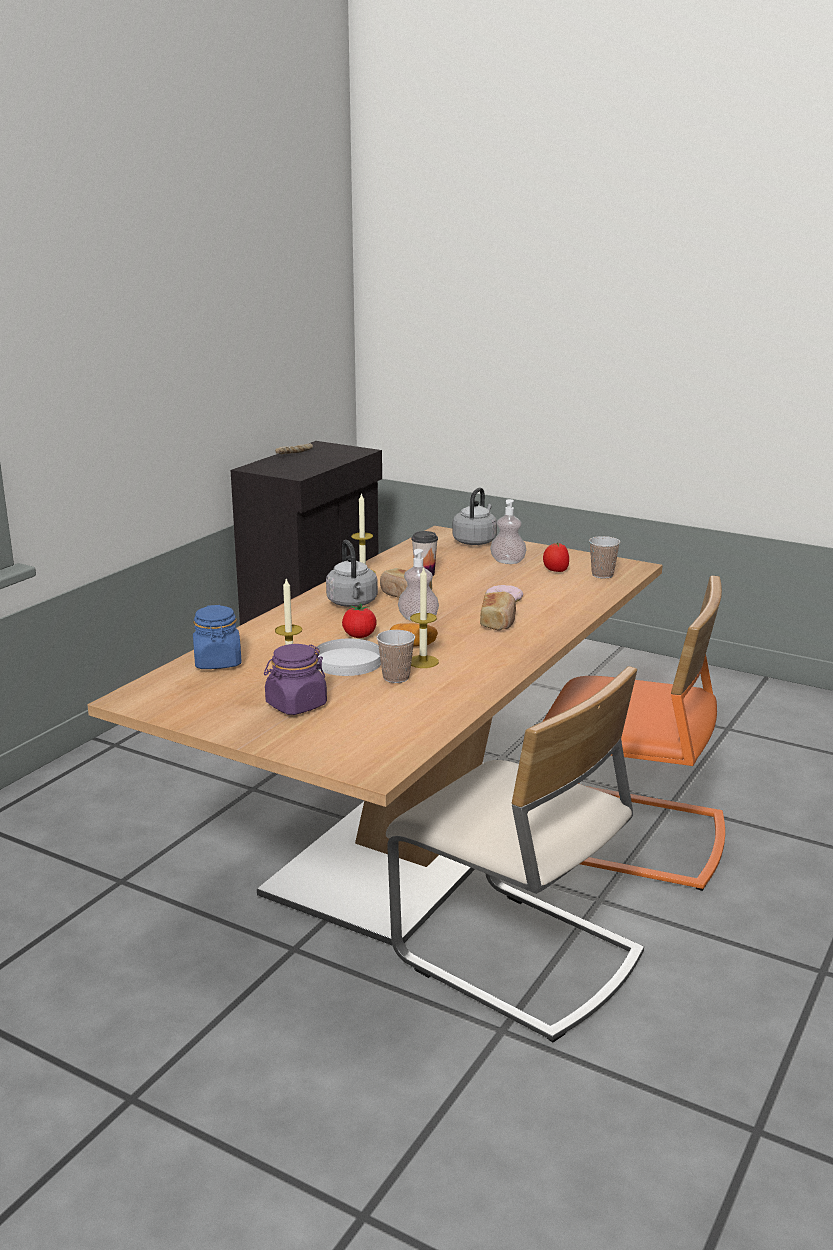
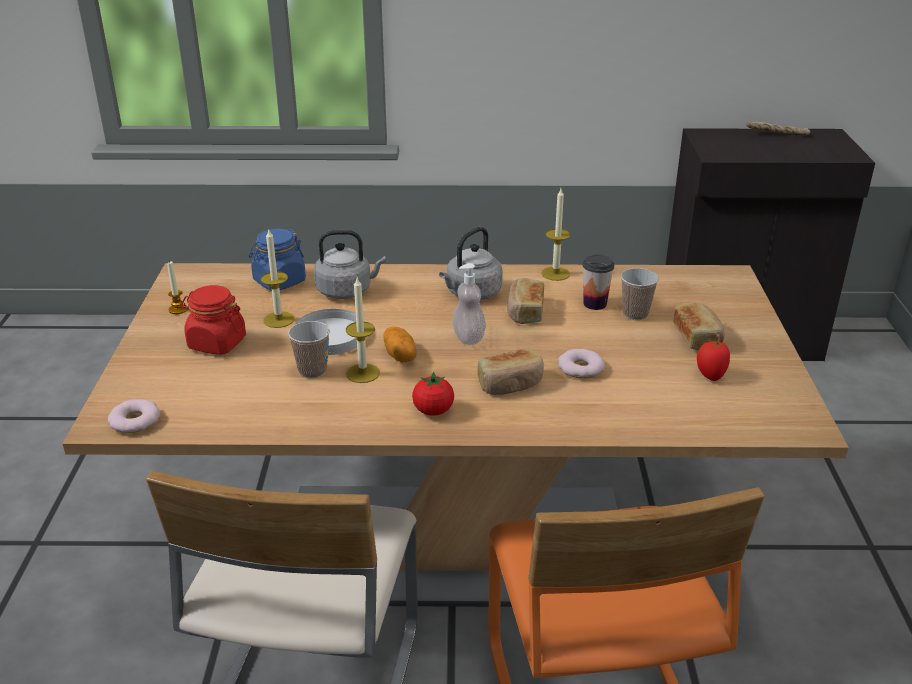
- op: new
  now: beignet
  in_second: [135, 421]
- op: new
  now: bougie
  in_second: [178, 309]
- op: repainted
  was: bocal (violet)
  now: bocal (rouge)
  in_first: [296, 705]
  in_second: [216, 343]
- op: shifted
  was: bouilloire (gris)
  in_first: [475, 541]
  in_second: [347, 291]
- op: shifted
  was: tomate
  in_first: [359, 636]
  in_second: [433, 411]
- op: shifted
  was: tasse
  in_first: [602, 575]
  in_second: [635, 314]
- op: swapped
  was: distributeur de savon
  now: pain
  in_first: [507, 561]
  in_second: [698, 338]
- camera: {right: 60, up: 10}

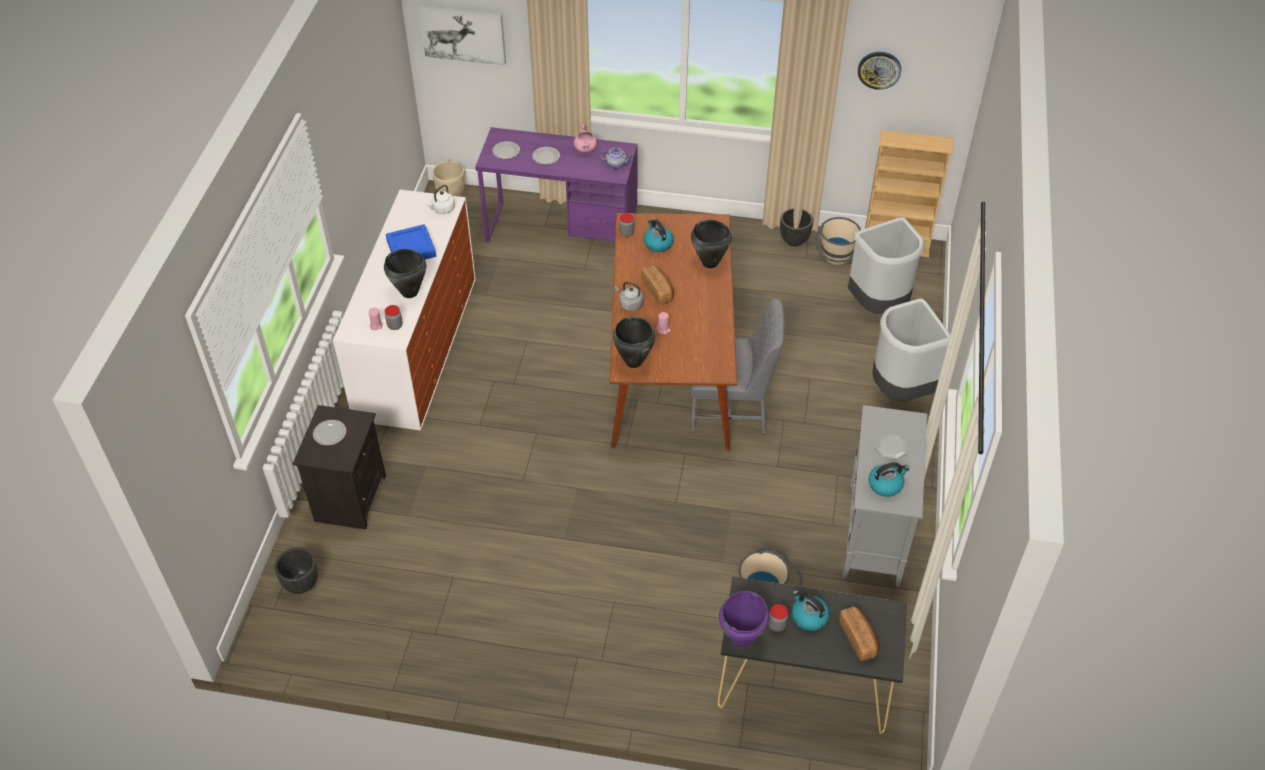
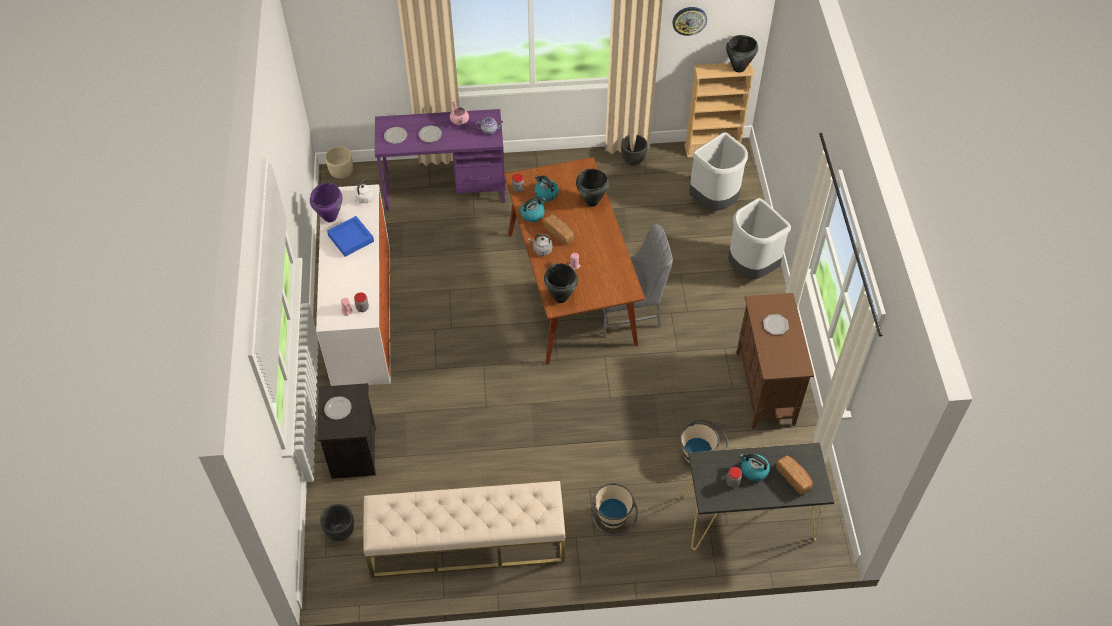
- op: shifted
  was: marmite (violet)
  in_first: [741, 639]
  in_second: [330, 217]
- op: new
  now: banc (beige)
  in_second: [466, 542]
- op: shifted
  was: bouilloire
  in_first: [885, 485]
  in_second: [532, 214]
- op: shifted
  was: seau (beige)
  in_first: [836, 259]
  in_second: [613, 522]
- op: shifted
  was: marmite (noir)
  in_first: [409, 293]
  in_second: [739, 68]
- op: repainted
  was: meuble de rangement (gris)
  now: meuble de rangement (marron)
  in_first: [874, 534]
  in_second: [765, 389]
- op: gone
  was: tableau
  in_first: [463, 33]
- camera: {right: -15, up: 5}

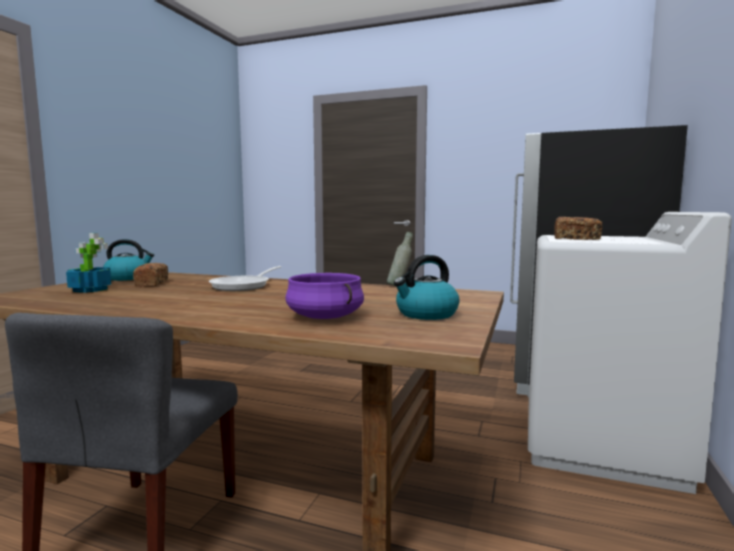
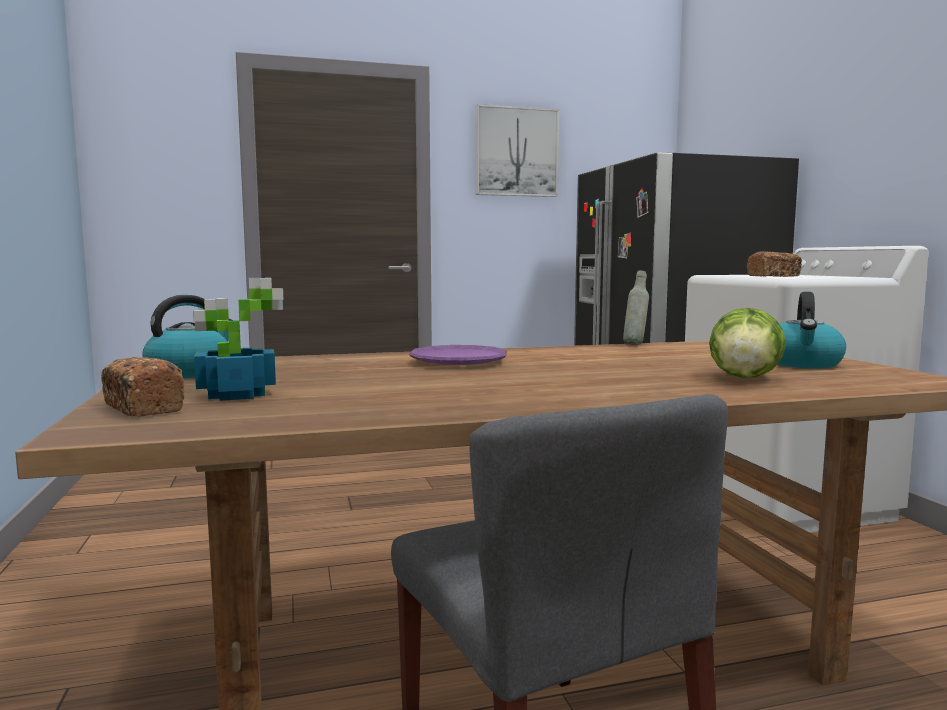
- op: shifted
  was: pain
  in_first: [152, 283]
  in_second: [143, 407]
- op: swapped
  was: poêle
  now: assiette (violet)
  in_first: [244, 286]
  in_second: [458, 362]
- op: new
  now: tableau
  in_second: [516, 152]
- op: swapped
  was: marmite (violet)
  now: laitue
  in_first: [326, 317]
  in_second: [744, 378]
- camera: {right: -35, up: 0}

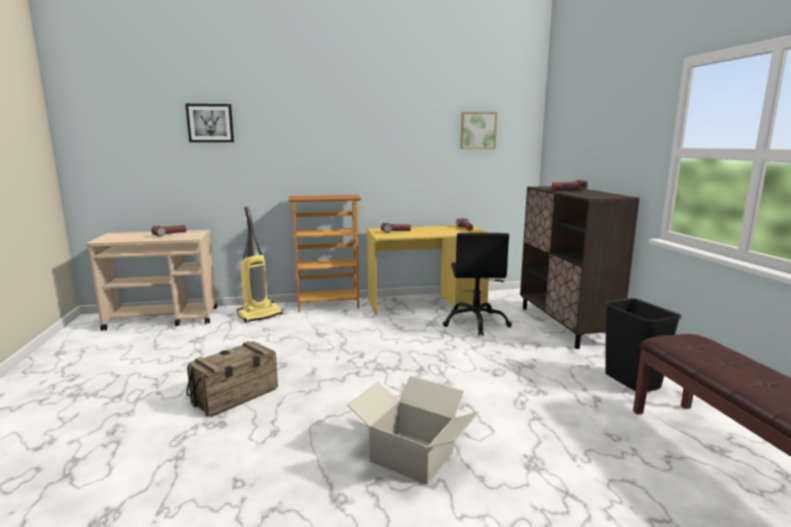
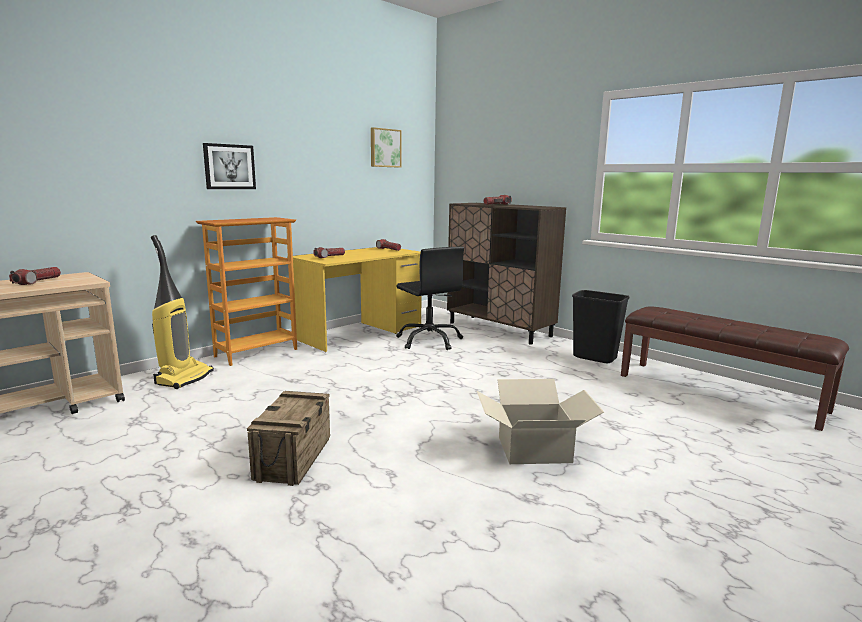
- op: shifted
  was: tableau
  in_first: [210, 123]
  in_second: [229, 167]
- camera: {right: -35, up: 0}

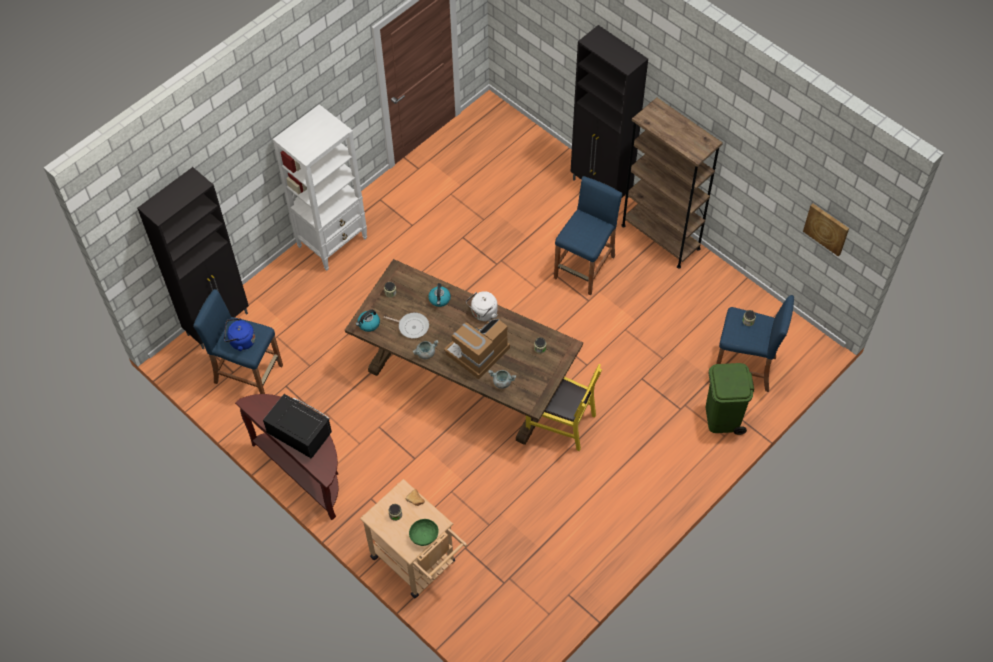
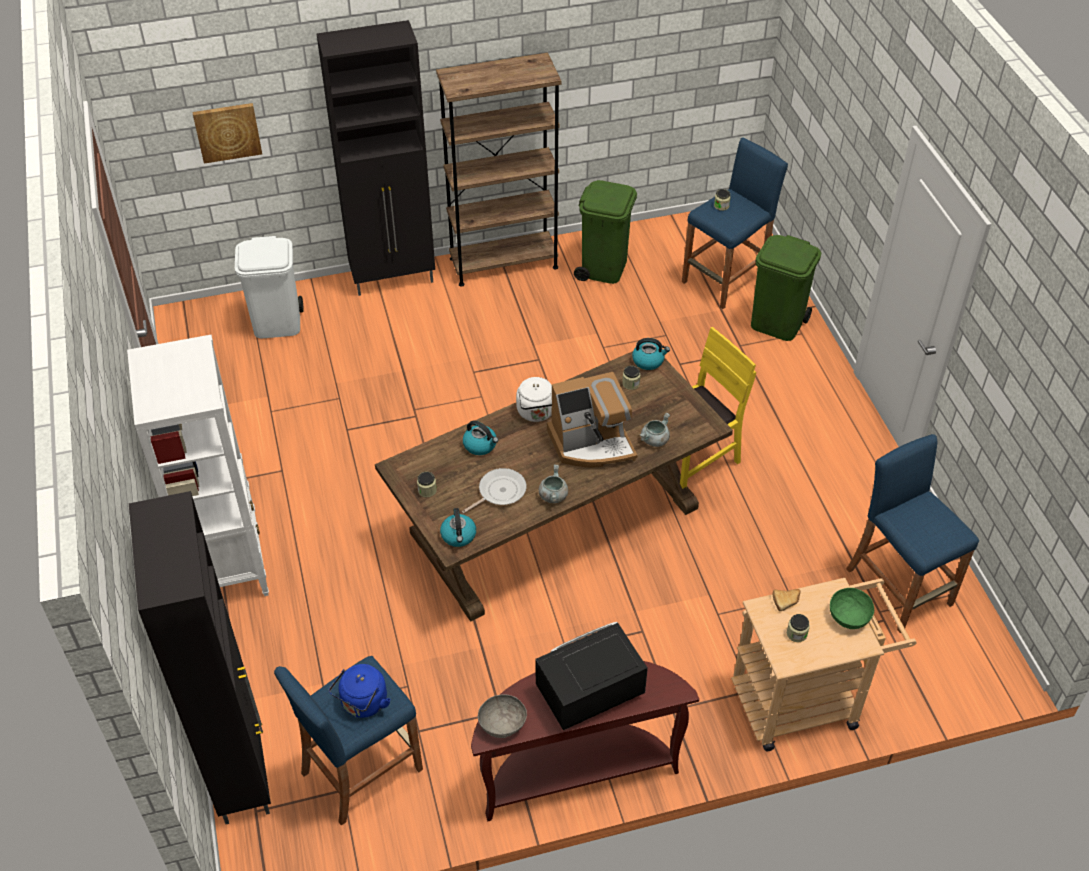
- op: shifted
  was: tableau
  in_first: [826, 228]
  in_second: [227, 132]
- op: new
  now: poubelle (blanc)
  in_second: [278, 324]
- op: new
  now: bol (gris)
  in_second: [502, 723]
- op: rotated
  was: machine à café
  in_first: [477, 352]
  in_second: [592, 444]
  clockwise: -90
- op: new
  now: poubelle (vert)
  in_second: [604, 267]
- op: new
  now: bouilloire
  in_second: [648, 361]
- op: shifted
  was: tabouret (bleu)
  in_first: [585, 267]
  in_second: [899, 587]
- camera: {right: -60, up: -10}

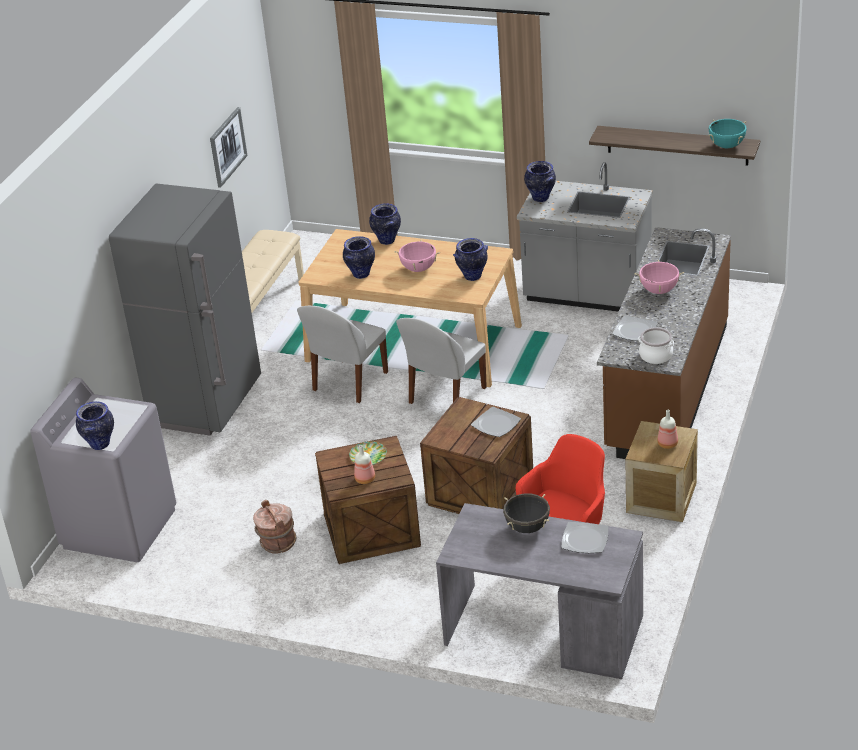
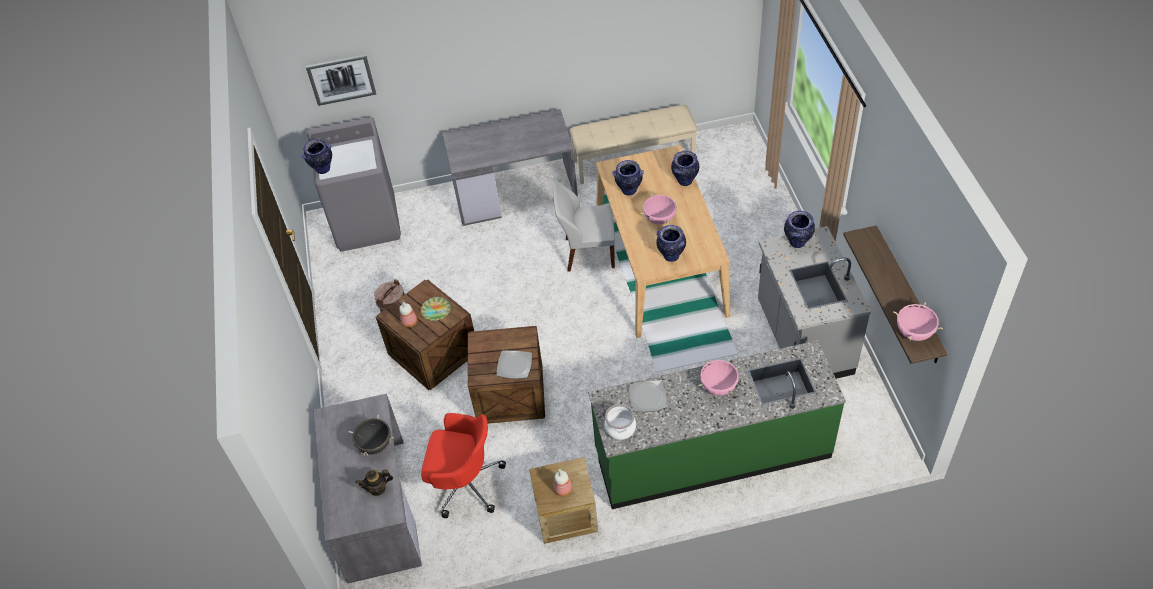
- op: shifted
  was: tableau
  in_first: [227, 146]
  in_second: [341, 79]
- op: swapped
  was: assiette
  now: théière
  in_first: [585, 539]
  in_second: [377, 488]
- op: swapped
  was: réfrigérateur (gris)
  now: bureau (gris)
  in_first: [207, 404]
  in_second: [515, 192]
- op: repainted
  was: comptoir de cuisine (marron)
  now: comptoir de cuisine (vert)
  in_first: [666, 387]
  in_second: [712, 453]
- op: repainted
  was: marmite (turquoise)
  now: marmite (rose)
  in_first: [726, 146]
  in_second: [914, 333]
- op: gone
  was: chaise (blanc)
  in_first: [446, 397]
- camera: {right: 60, up: 15}

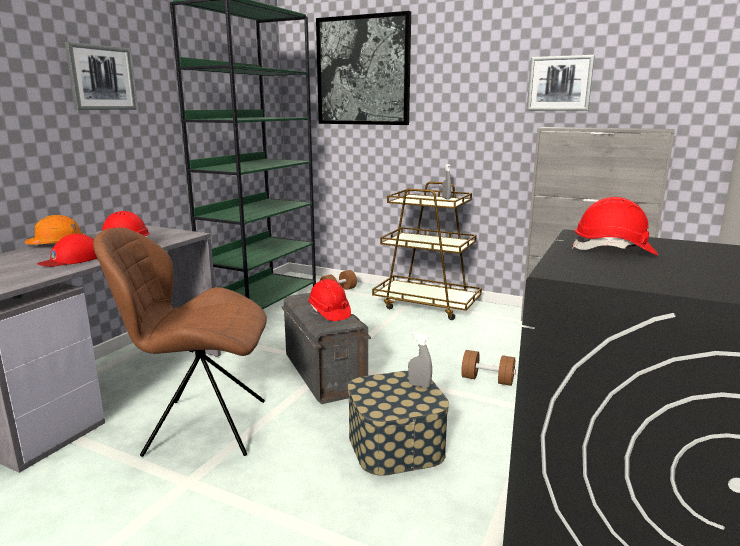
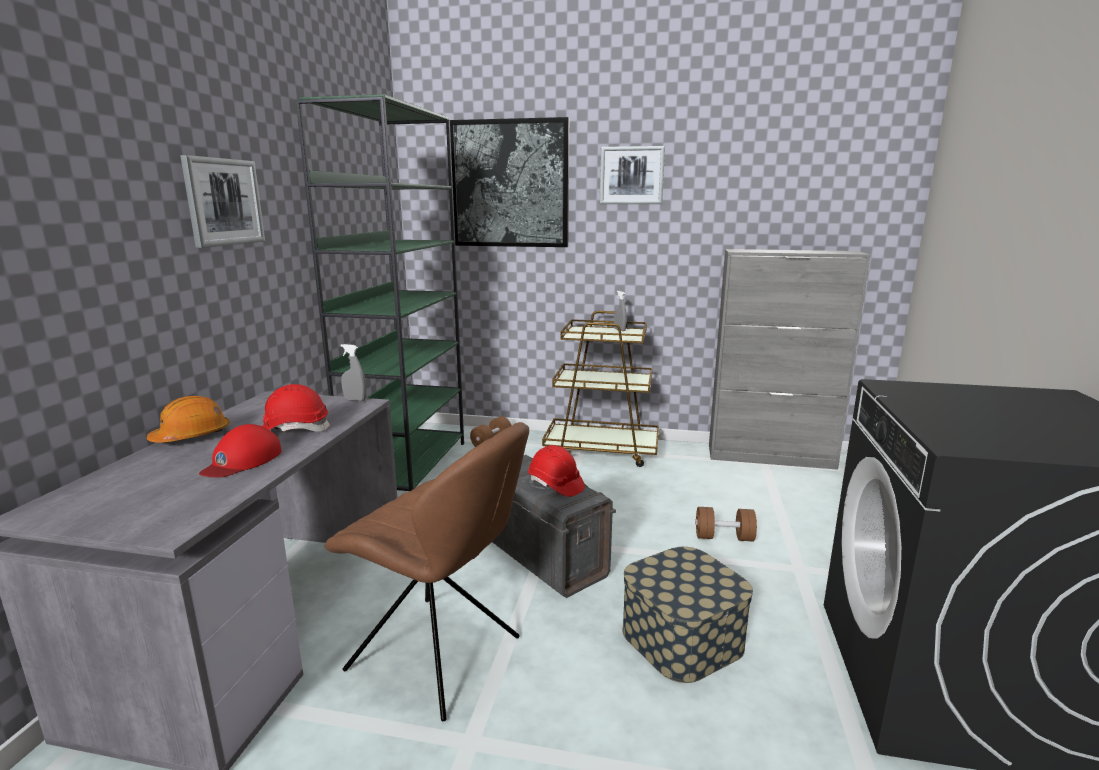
- op: rotated
  was: chaise (marron)
  in_first: [202, 427]
  in_second: [439, 656]
  clockwise: -135
- op: shifted
  was: vaporisateur (gris)
  in_first: [419, 385]
  in_second: [355, 400]
- op: shifted
  was: tableau
  in_first: [559, 83]
  in_second: [631, 175]
- op: gone
  was: casque de chantier (rouge)
  in_first: [614, 250]
- camera: {right: -15, up: 0}

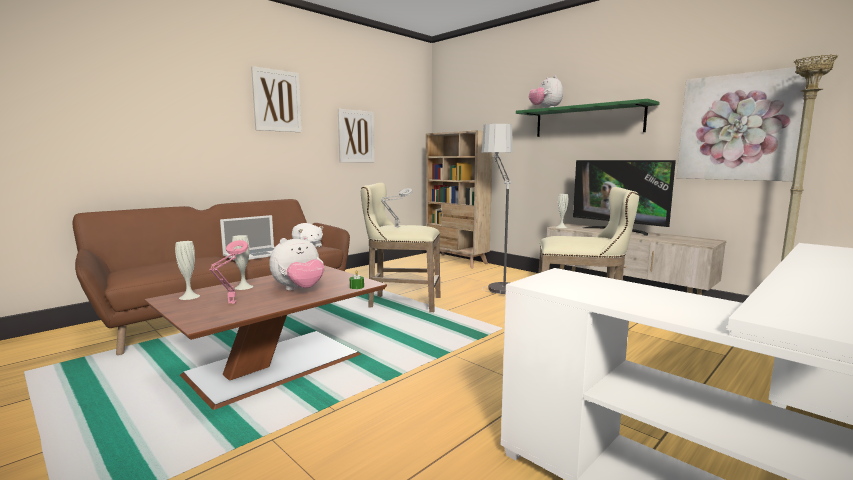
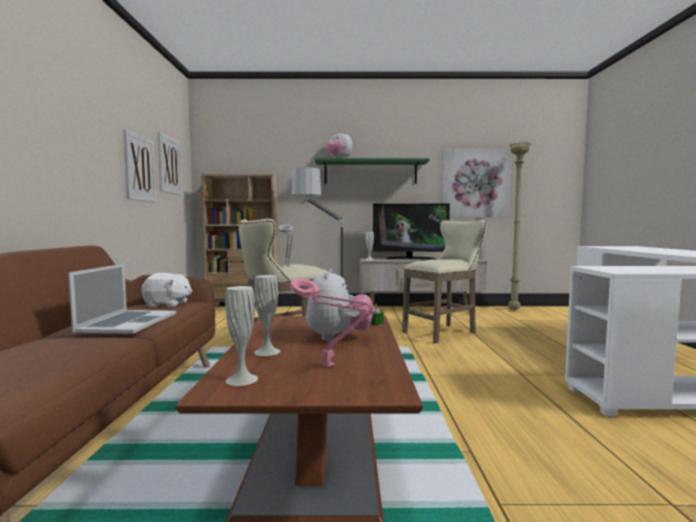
- op: shifted
  was: tableau
  in_first: [277, 101]
  in_second: [169, 165]
- camera: {right: -45, up: -5}

